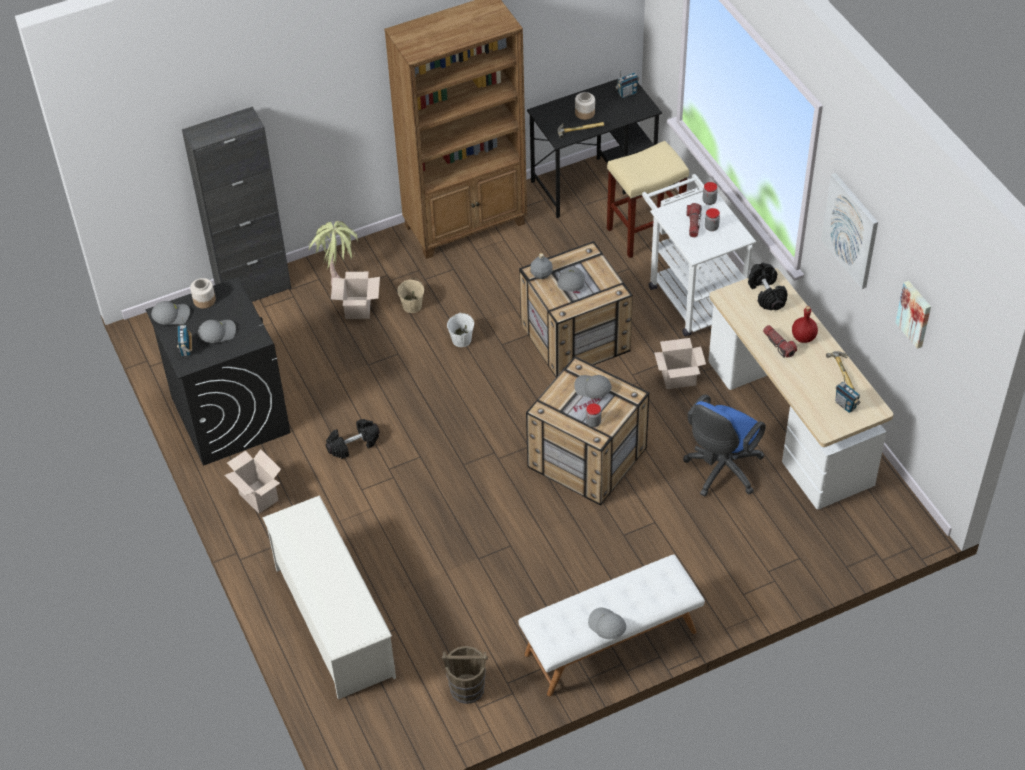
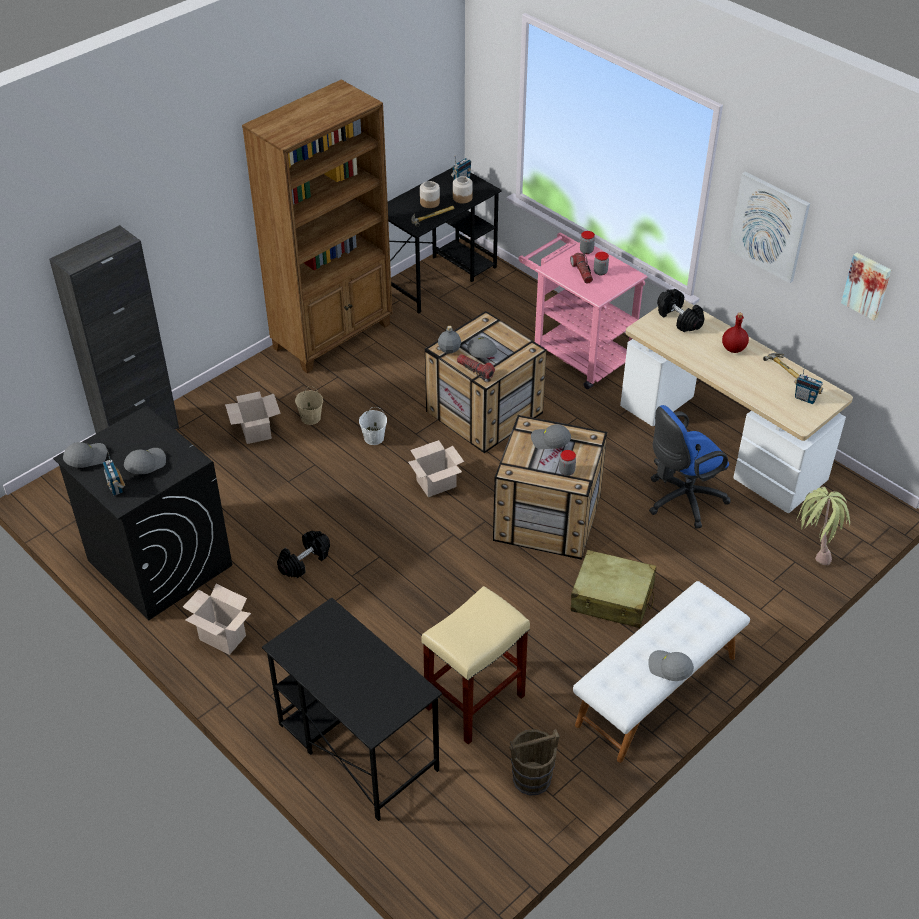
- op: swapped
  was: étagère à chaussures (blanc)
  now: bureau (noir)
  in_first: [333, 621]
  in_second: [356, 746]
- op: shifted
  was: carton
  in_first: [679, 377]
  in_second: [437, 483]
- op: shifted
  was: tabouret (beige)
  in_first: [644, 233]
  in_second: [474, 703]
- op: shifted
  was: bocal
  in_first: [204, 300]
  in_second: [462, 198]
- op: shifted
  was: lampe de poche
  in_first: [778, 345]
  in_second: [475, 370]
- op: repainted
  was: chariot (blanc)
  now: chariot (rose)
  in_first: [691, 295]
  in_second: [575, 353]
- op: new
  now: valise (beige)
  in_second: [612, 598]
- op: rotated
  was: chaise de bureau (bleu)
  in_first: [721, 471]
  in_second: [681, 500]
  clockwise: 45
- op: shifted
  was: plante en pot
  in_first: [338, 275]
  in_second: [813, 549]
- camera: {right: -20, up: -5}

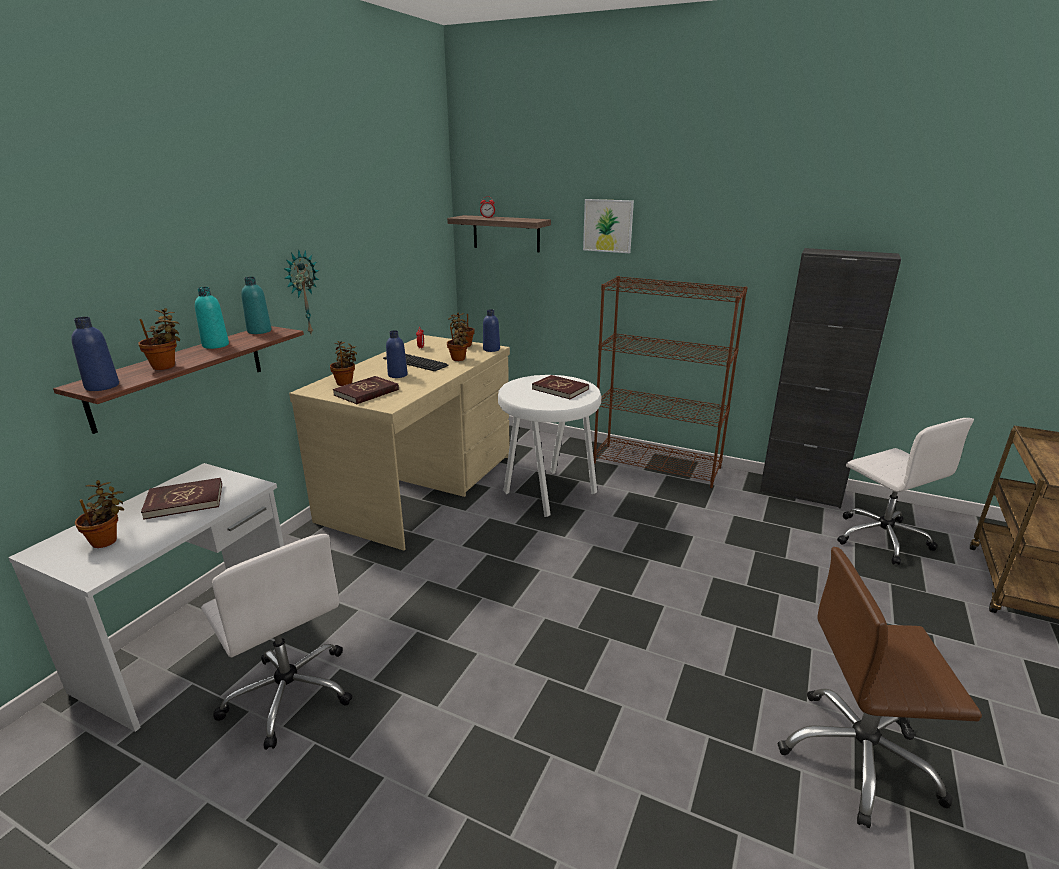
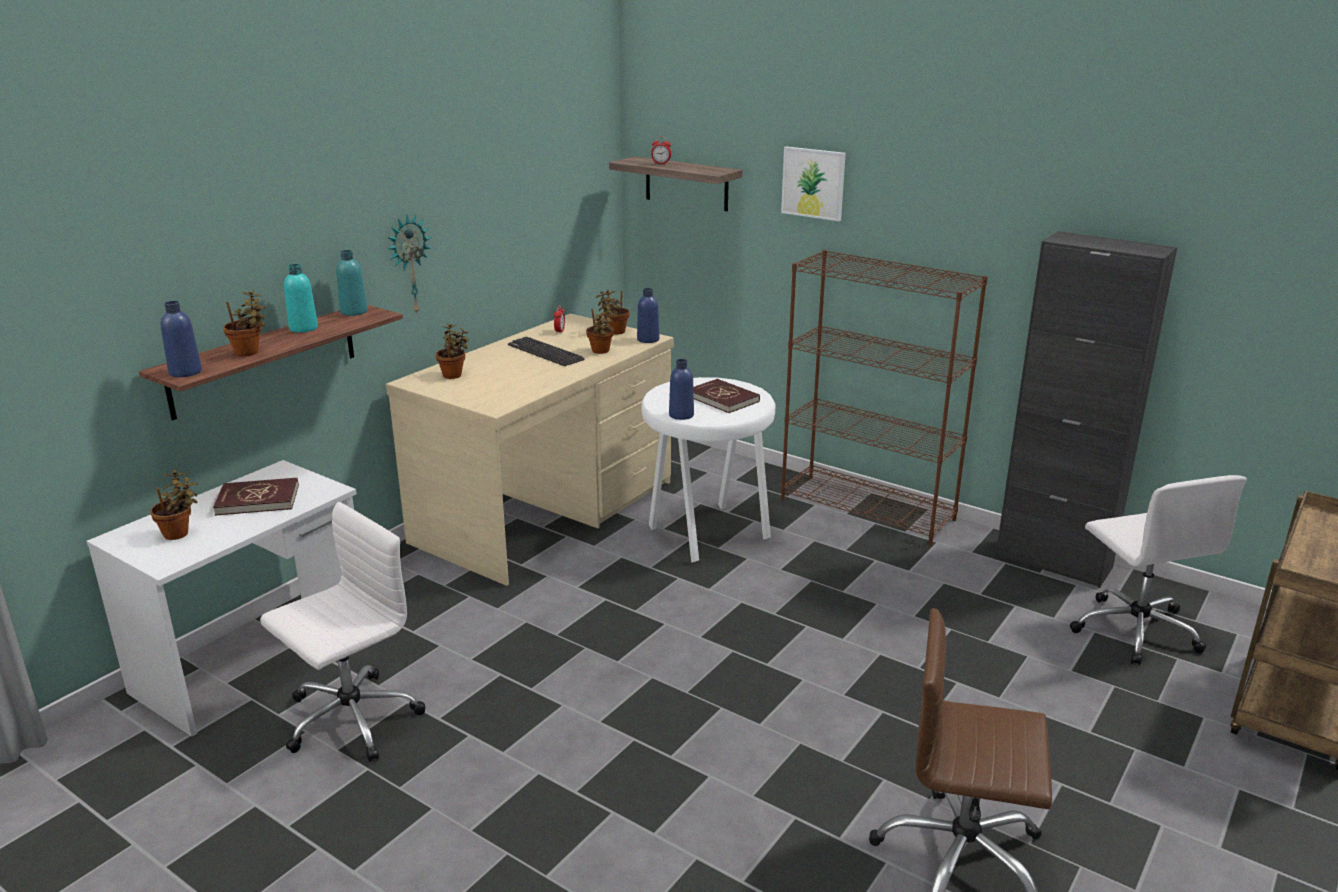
- op: rotated
  was: chaise de bureau (blanc)
  in_first: [289, 692]
  in_second: [349, 720]
  clockwise: -105
- op: shifted
  was: bouteille (bleu)
  in_first: [397, 375]
  in_second: [681, 415]
- op: gone
  was: livre (rouge)
  in_first: [366, 392]
- camera: {right: 10, up: 0}

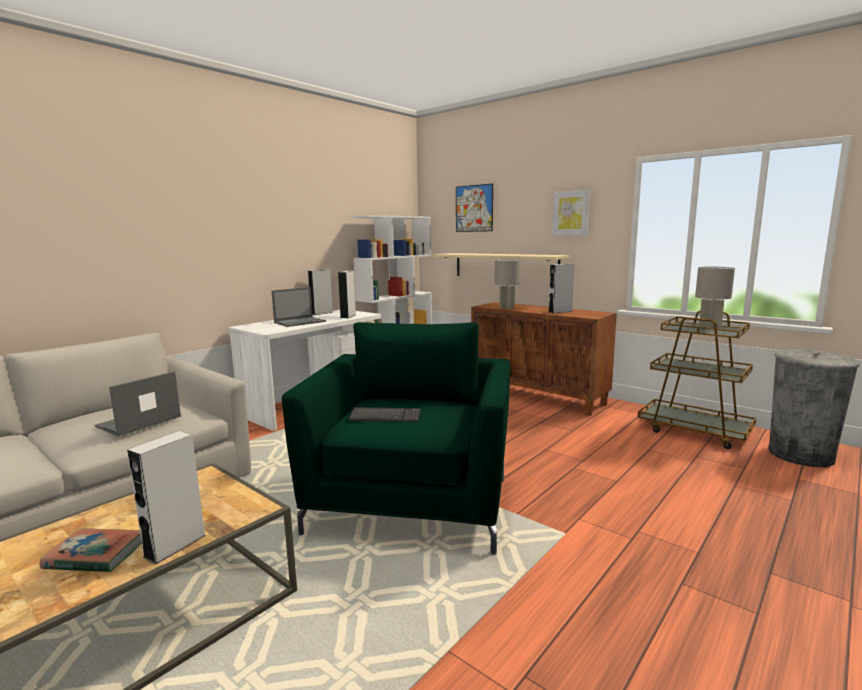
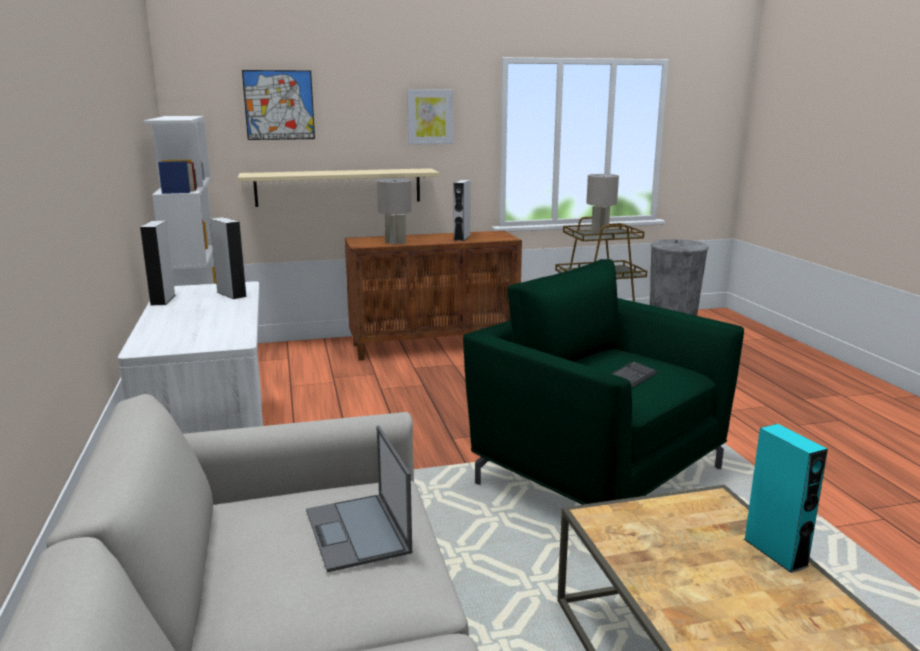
- op: repainted
  was: enceinte (gris)
  now: enceinte (turquoise)
  in_first: [175, 546]
  in_second: [775, 552]
- op: gone
  was: livre
  in_first: [95, 555]
- op: gone
  was: ordinateur portable
  in_first: [300, 322]
- camera: {right: -55, up: 5}

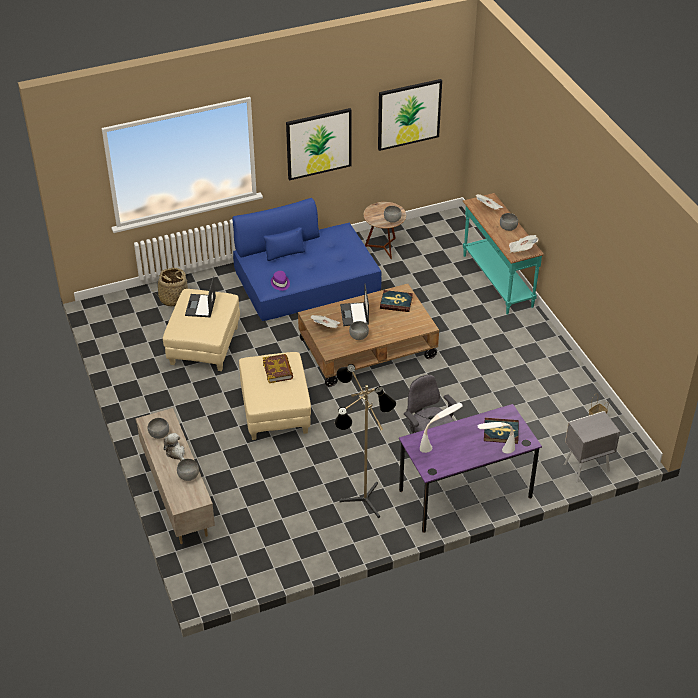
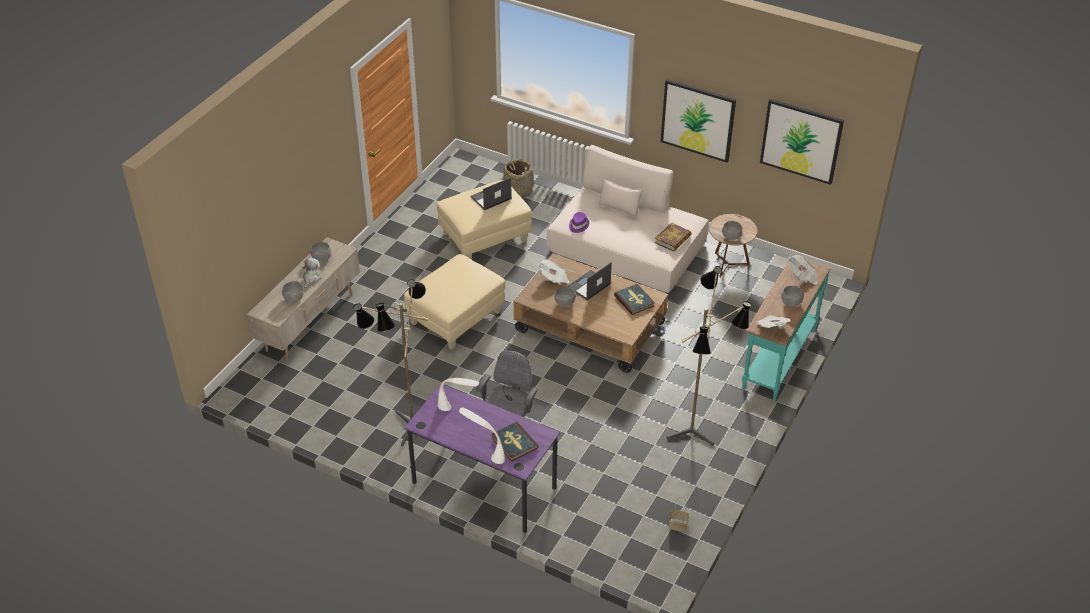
- op: repainted
  was: canapé (bleu)
  now: canapé (beige)
  in_first: [307, 282]
  in_second: [627, 247]
- op: shifted
  was: livre
  in_first: [278, 370]
  in_second: [673, 239]
- op: new
  now: lampadaire
  in_second: [697, 432]
- op: gone
  was: table de chevet (gris)
  in_first: [585, 468]
- camera: {right: 50, up: 0}

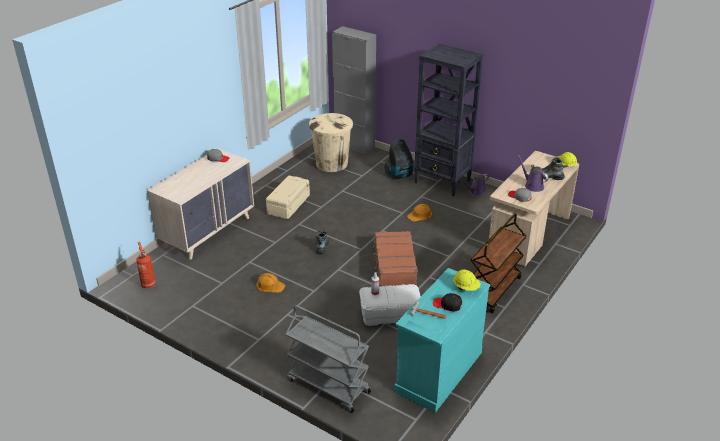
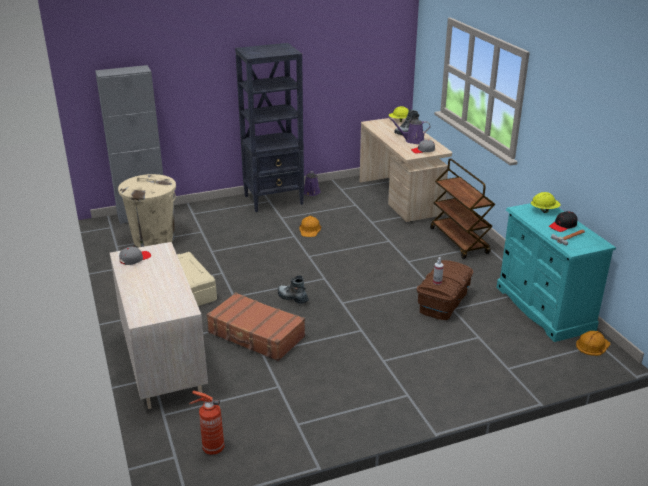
- op: shifted
  was: valise (marron)
  in_first: [394, 265]
  in_second: [256, 335]
- op: repainted
  was: boîte de rangement (blanc)
  now: boîte de rangement (marron)
  in_first: [389, 315]
  in_second: [443, 302]
- op: shifted
  was: casque de chantier (orange)
  in_first: [270, 285]
  in_second: [592, 345]
- op: gone
  was: chariot (gris)
  in_first: [327, 386]
- op: gone
  was: aspirateur
  in_first: [399, 175]
- camera: {right: -55, up: -5}

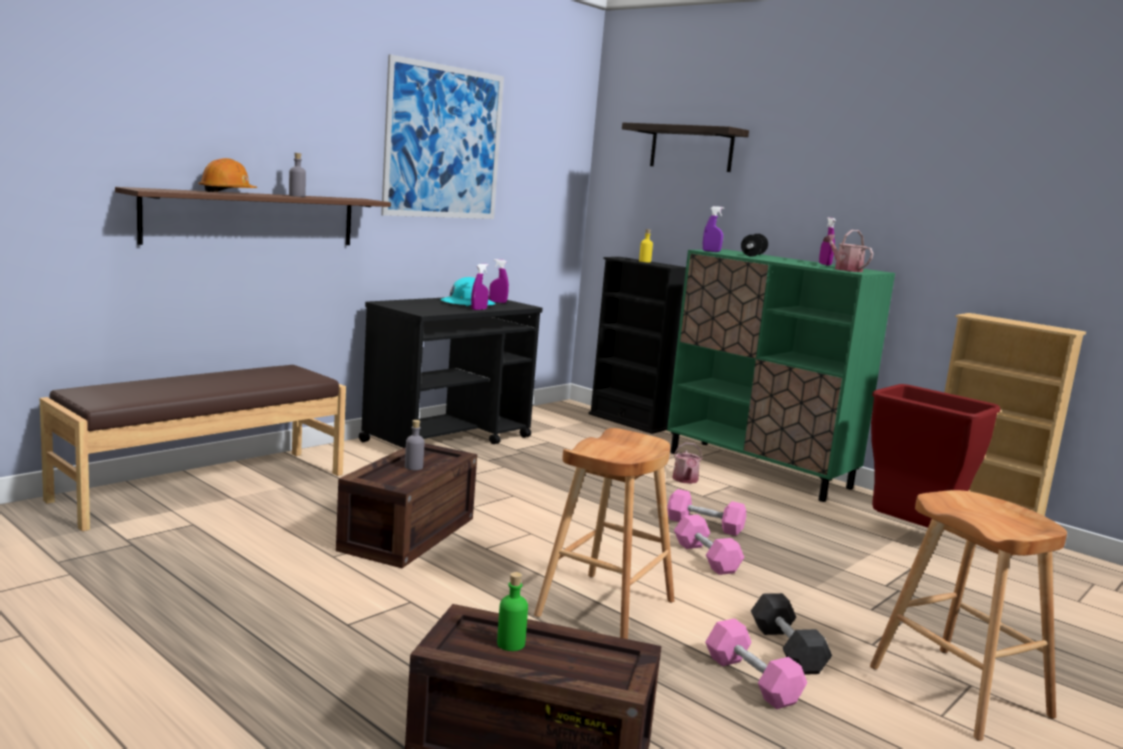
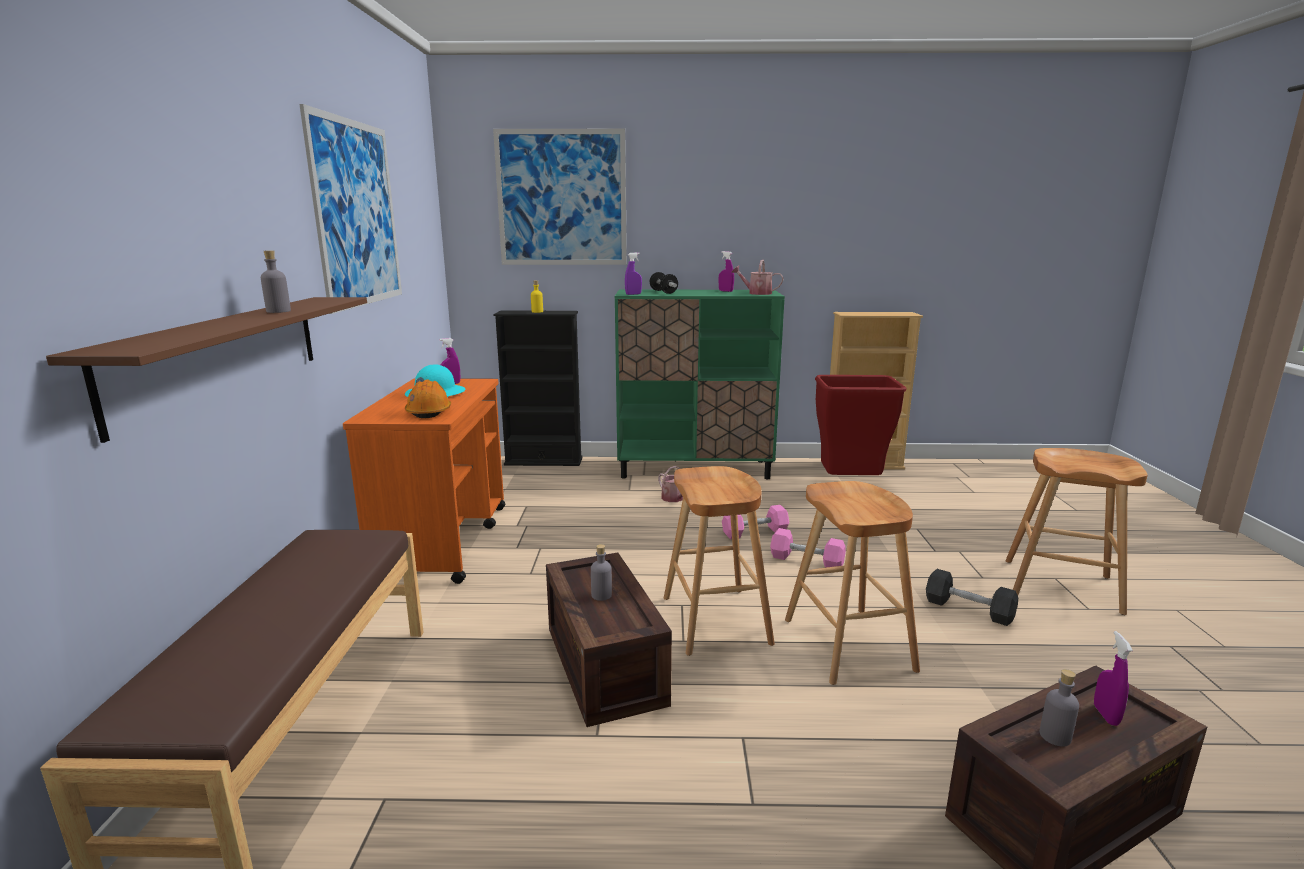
- op: repainted
  was: chariot (noir)
  now: chariot (orange)
  in_first: [449, 439]
  in_second: [443, 540]
- op: shifted
  was: casque de chantier (orange)
  in_first: [227, 192]
  in_second: [429, 412]
- op: swapped
  was: étagère
  now: tableau
  in_first: [691, 148]
  in_second: [561, 198]
- op: new
  now: tabouret (marron)
  in_second: [715, 620]
- op: repainted
  was: bouteille (vert)
  now: bouteille (gris)
  in_first: [510, 644]
  in_second: [1055, 736]
- op: shifted
  was: vaporisateur (violet)
  in_first: [479, 309]
  in_second: [1106, 715]
- op: gone
  was: haltère (rose)
  in_first: [751, 680]
- camera: {right: -40, up: 5}

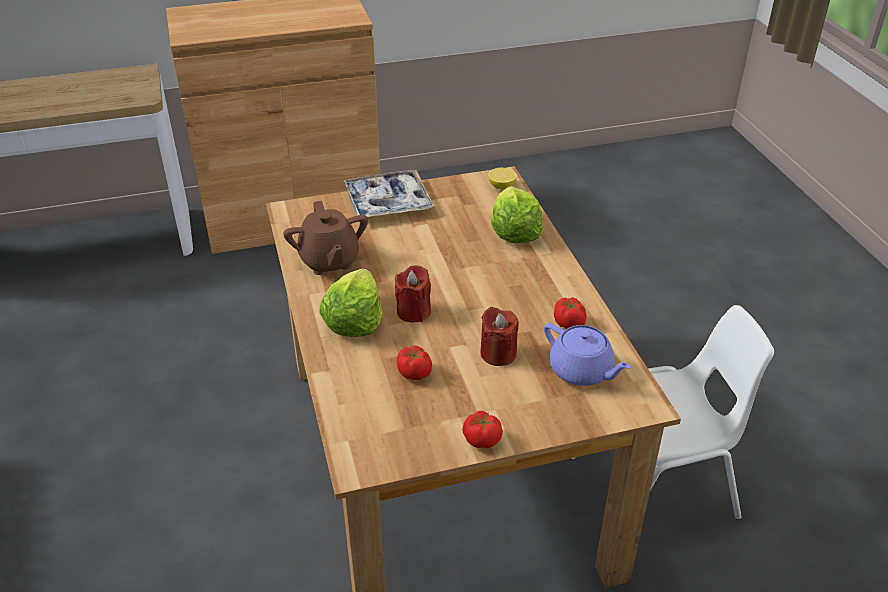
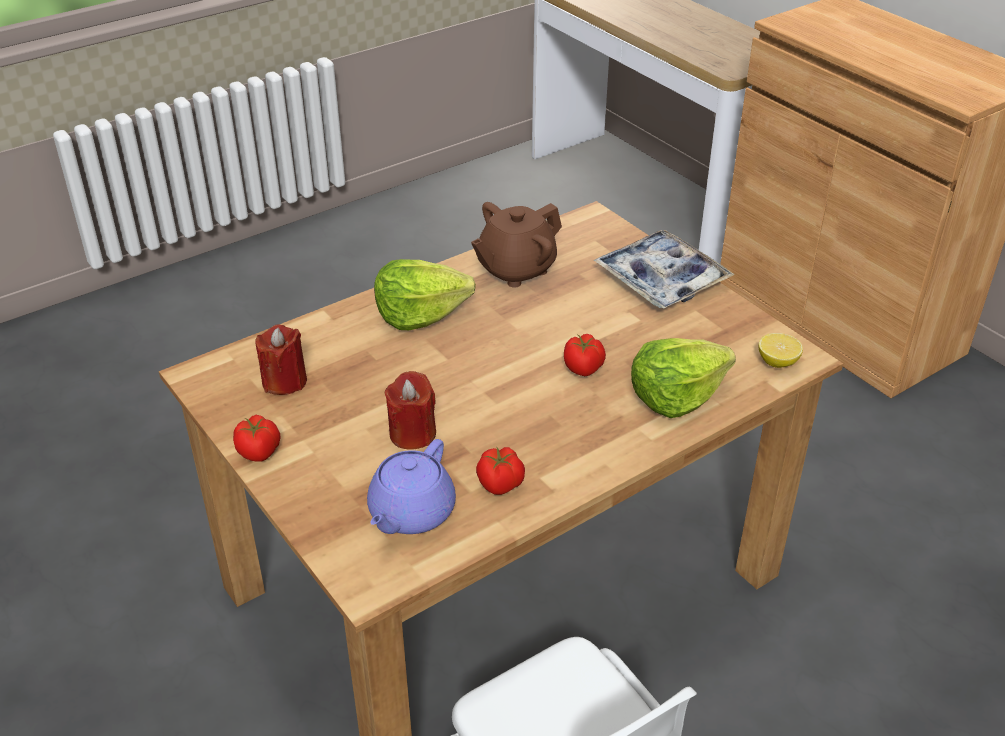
- op: shifted
  was: bougie (rouge)
  in_first: [413, 311]
  in_second: [284, 381]
- op: shifted
  was: tomate
  in_first: [414, 373]
  in_second: [583, 368]
- camera: {right: 70, up: 0}

